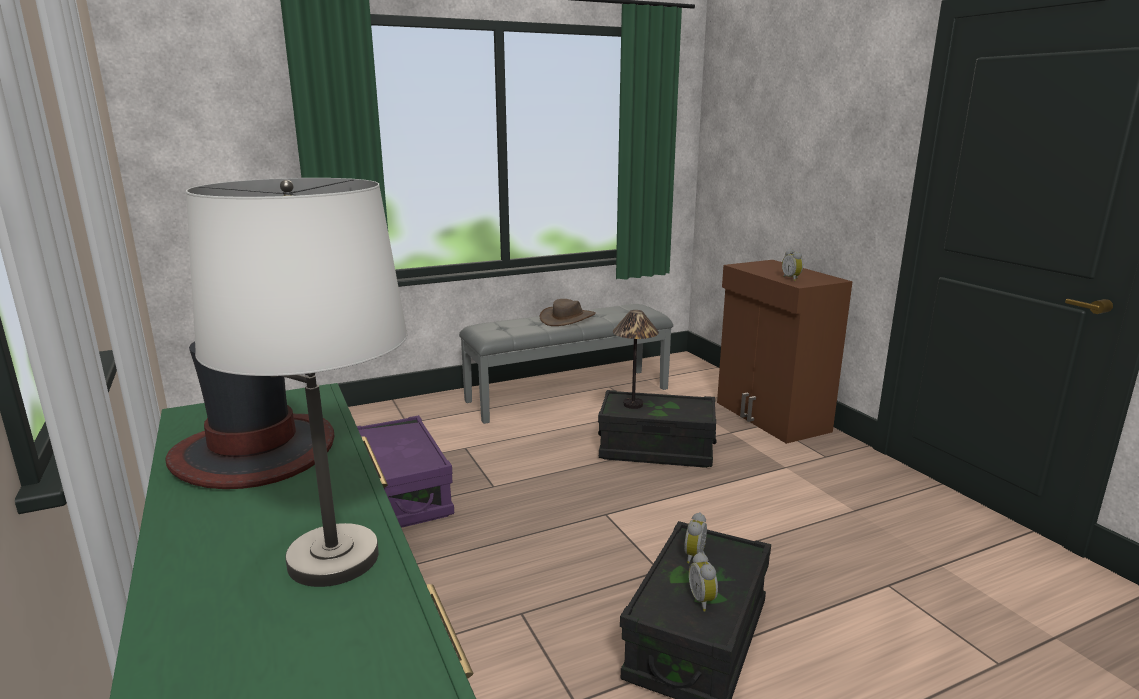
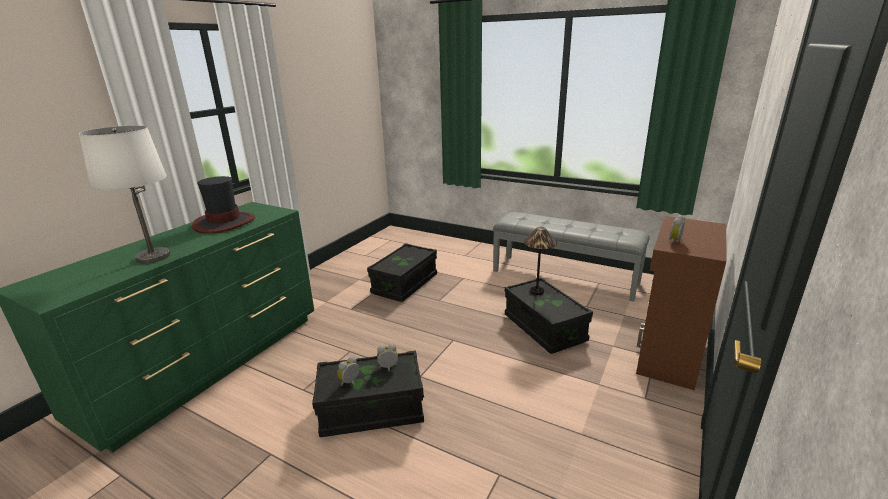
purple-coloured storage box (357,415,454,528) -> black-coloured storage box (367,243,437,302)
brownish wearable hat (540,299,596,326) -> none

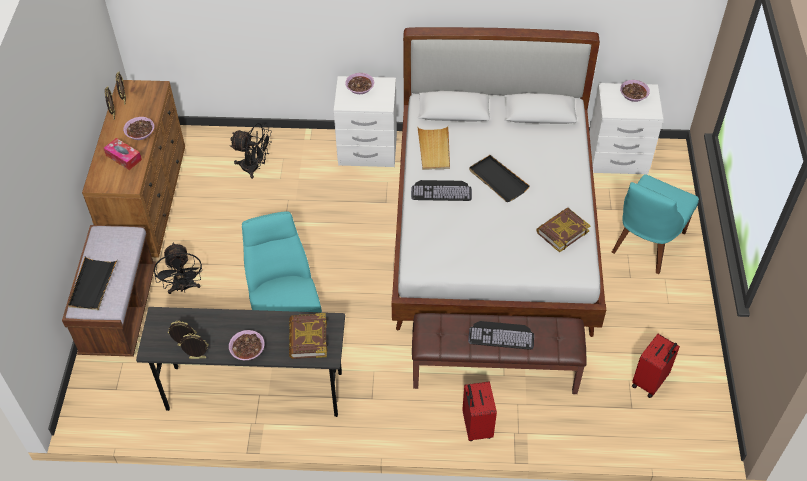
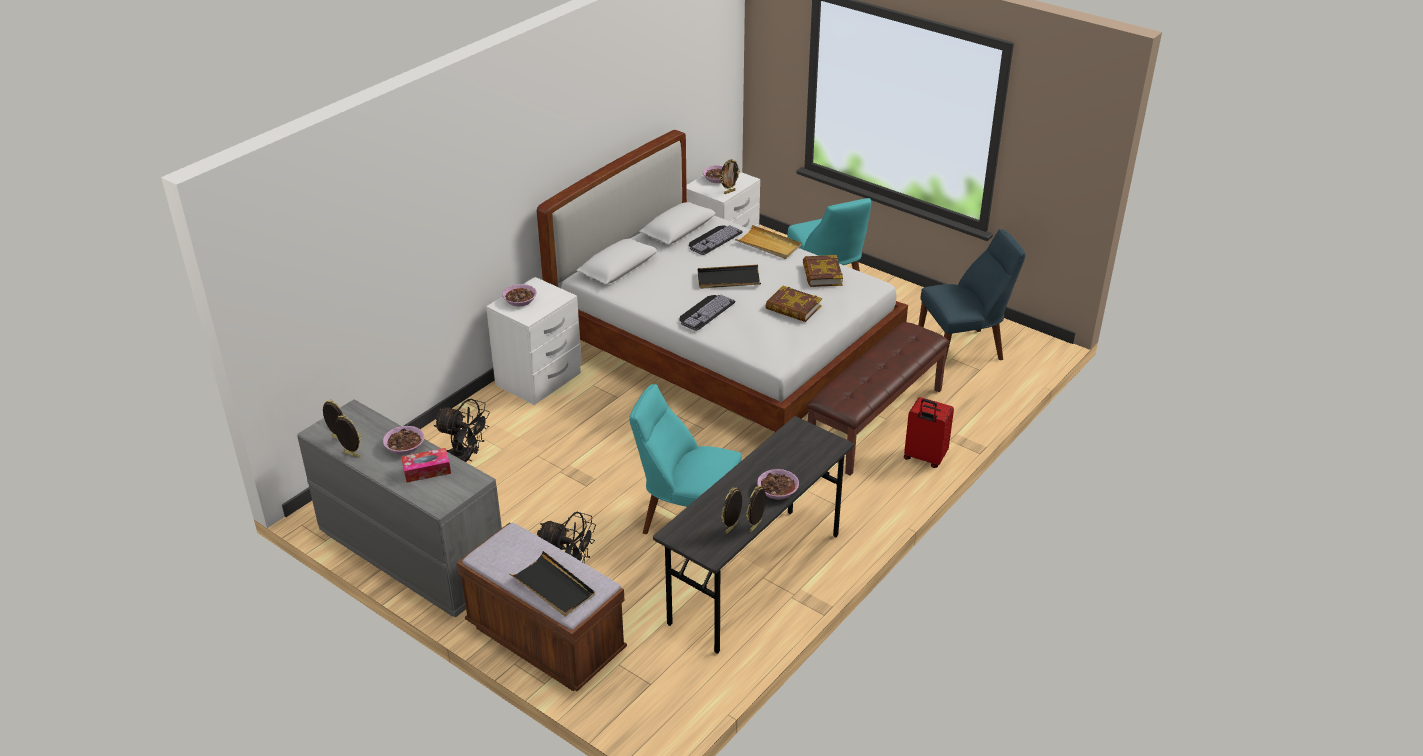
brownish dresser (82,80,185,258) -> gray dresser (297,399,502,618)
black-coloured cooling fan (230,123,272,179) -> black-coloured cooling fan (434,399,490,462), 60 degrees clockwise
computer keyboard (468,321,534,350) -> computer keyboard (689,225,743,255), relocated
none -> picture frame (720,159,740,194)
beige carrying tray (417,126,450,170) -> beige carrying tray (735,225,801,259), relocated
volume (289,313,327,359) -> volume (766,286,822,322), relocated
reddish travel case (632,334,680,398) -> bluish plain chair (918,229,1026,362)

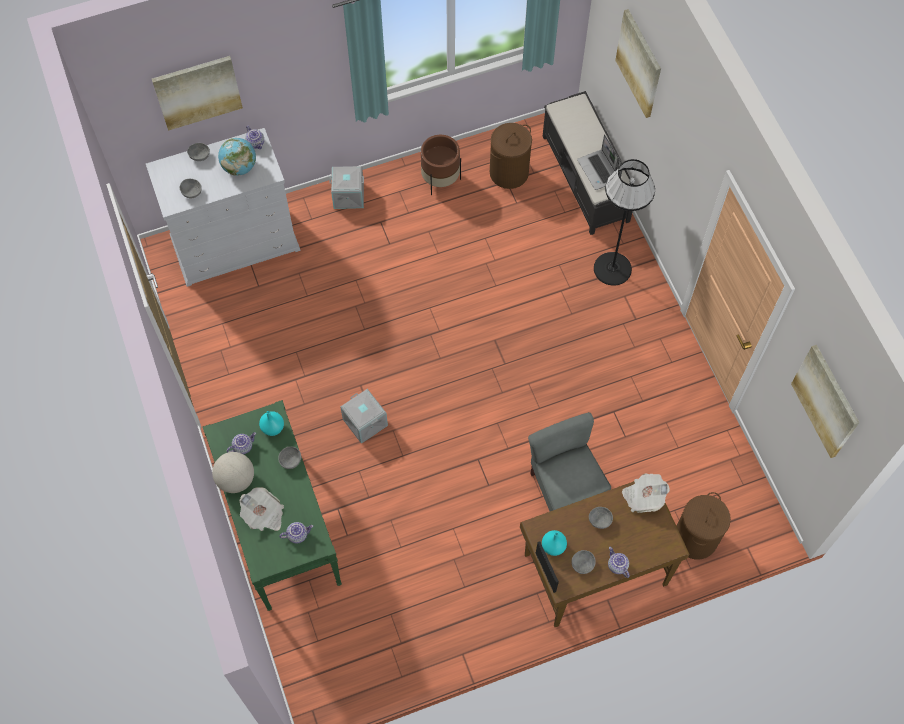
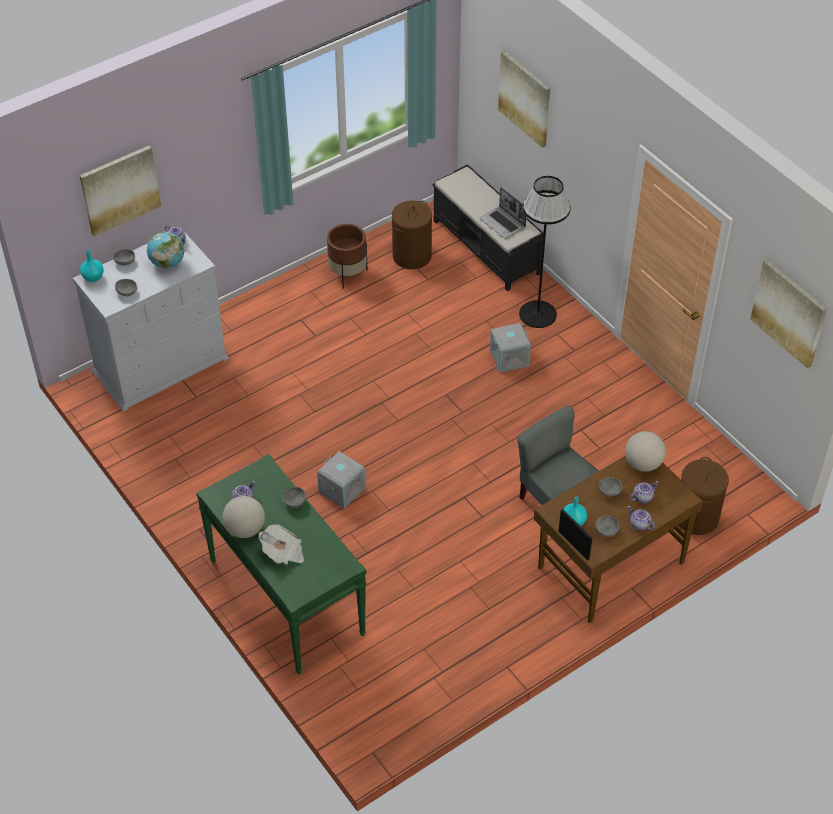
blue-green vase (259,411,284,436) -> blue-green vase (80,250,104,282), relocated
gray storage box (329,166,364,209) -> gray storage box (490,323,531,372), relocated
daily paper (622,474,670,513) -> world globe (625,431,666,472)
pot for tea (279,522,313,543) -> pot for tea (630,481,659,503), relocated

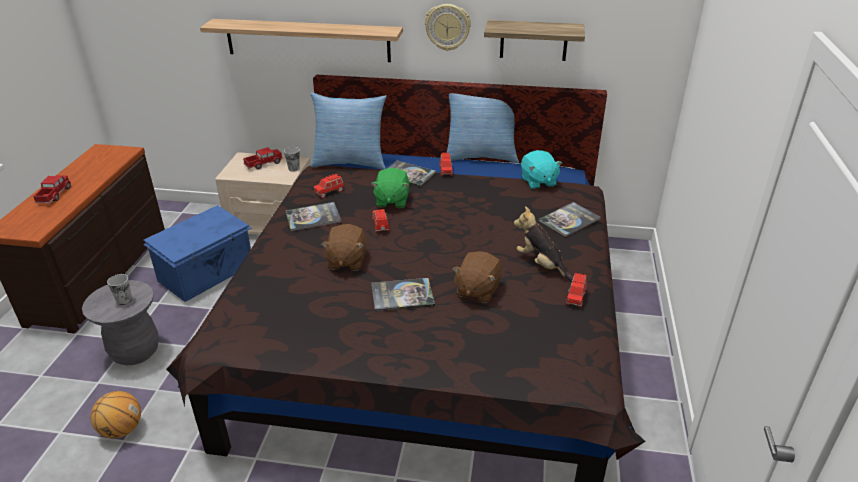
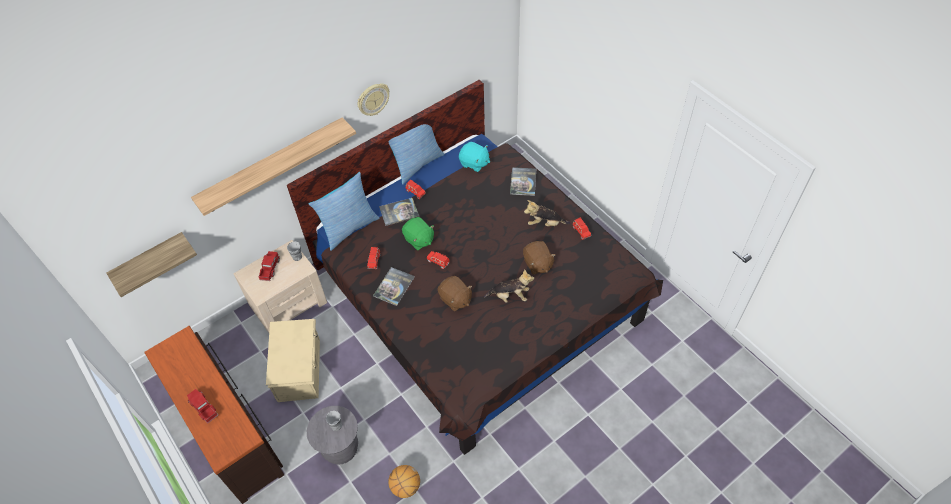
bracket shelf (484,20,585,61) -> bracket shelf (106,232,197,297), relocated
bluish storage box (143,205,252,302) -> beige storage box (266,319,320,402)
volume (371,278,435,312) -> soft toy (484,269,534,303)

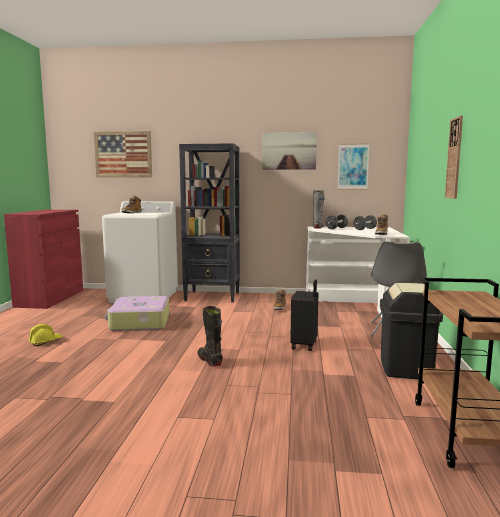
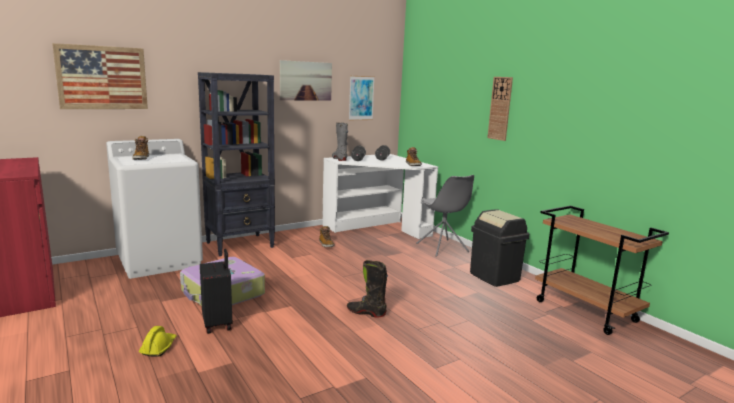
black-coloured travel case (290,280,318,351) -> black-coloured travel case (200,249,232,334), relocated

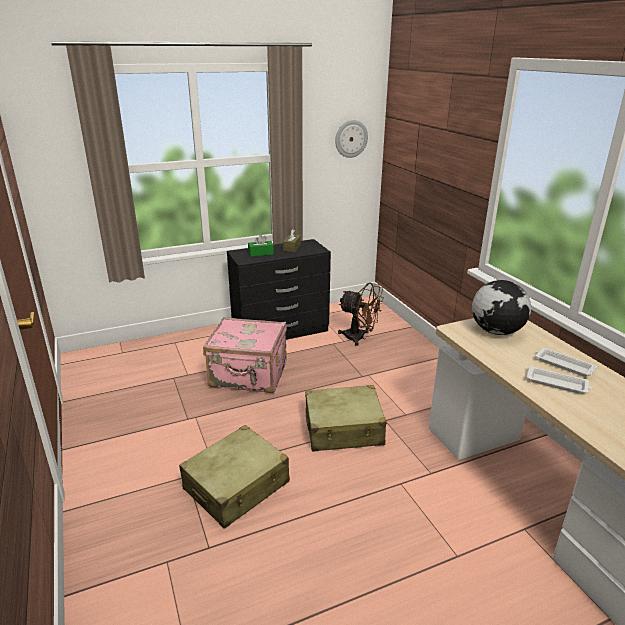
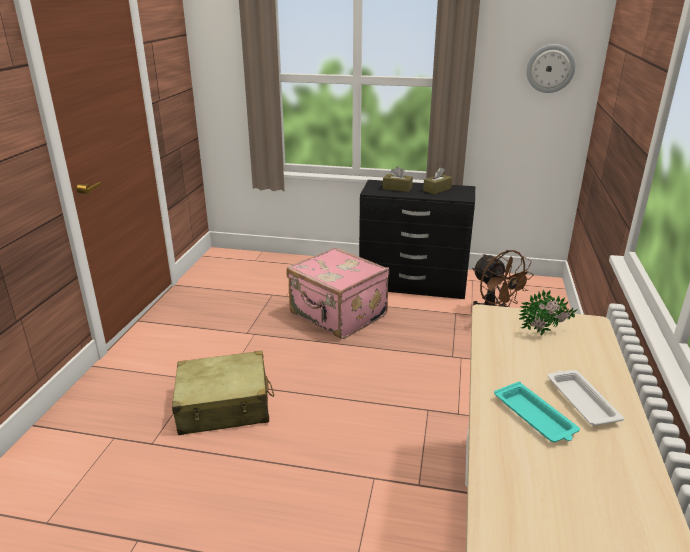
green tissue holder (248,234,274,257) -> brownish tissue holder (383,166,413,192)
white-coloured carrying tray (526,366,592,394) -> blue-green carrying tray (494,381,580,442)
world globe (472,280,531,335) -> potted plant (519,289,577,335)
beige travel case (305,385,387,452) -> none

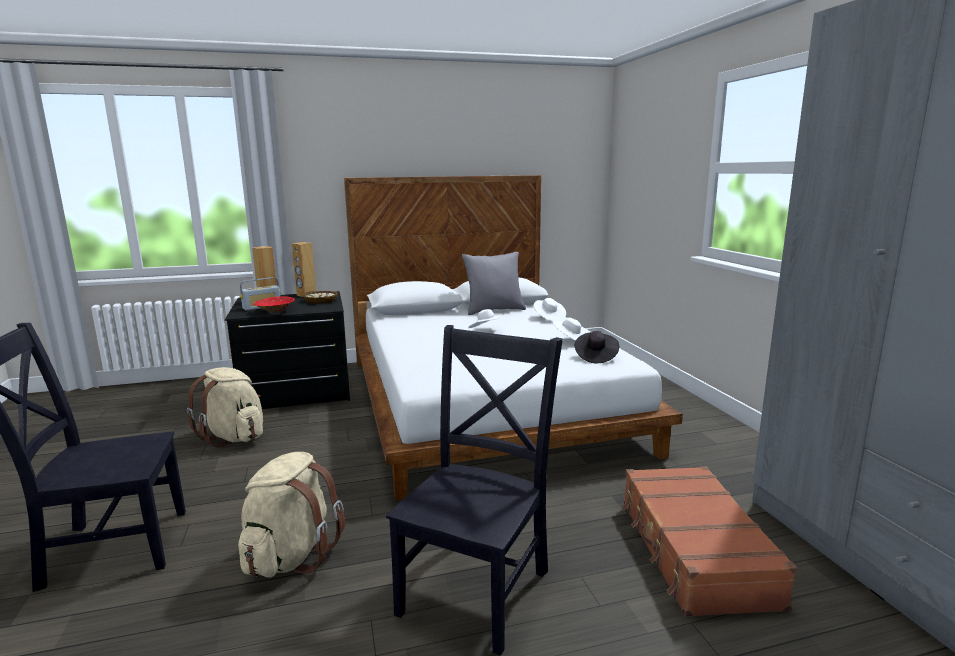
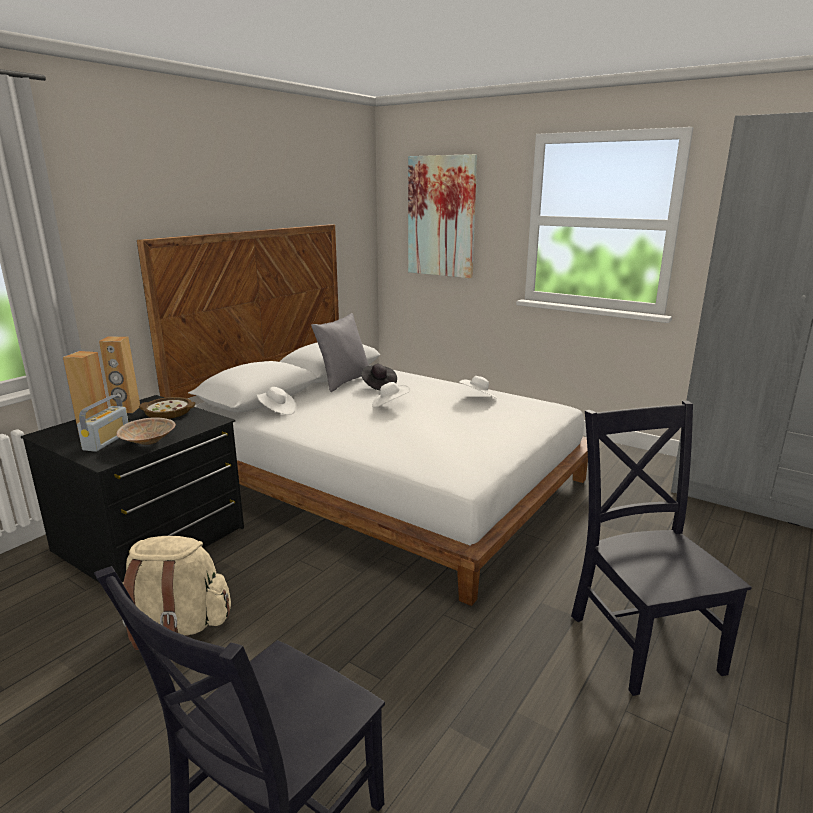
reddish serving bowl (254,297,295,313) -> beige serving bowl (116,418,176,445)
white-coloured wearable hat (534,298,566,322) -> white-coloured wearable hat (257,387,296,415), relocated
black-coloured wearable hat (575,331,619,363) -> black-coloured wearable hat (361,364,397,390), relocated
none -> wall art (408,154,477,278)
beige rucksack (238,452,345,578) -> none
brownish travel case (622,466,797,617) -> none

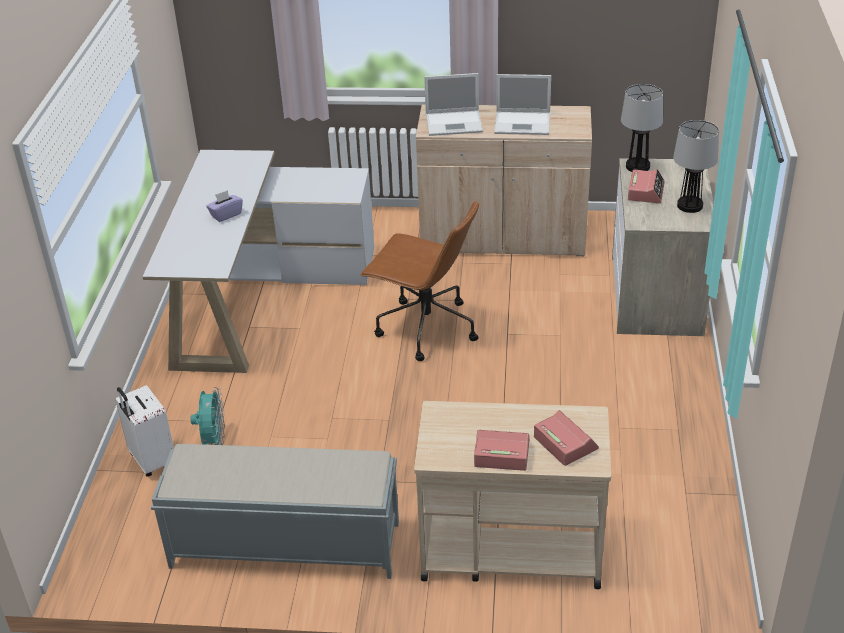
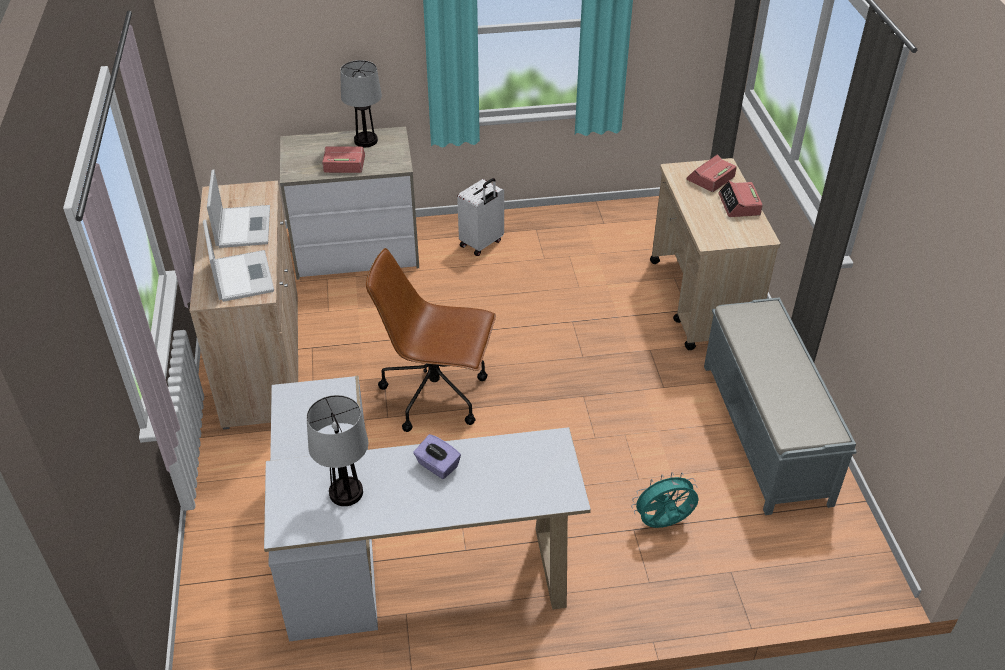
table lamp (621,84,663,172) -> table lamp (306,395,368,506), relocated
brownish desk chair (360,200,479,361) -> brownish desk chair (366,248,496,432), 90 degrees counterclockwise
white-coloured travel case (115,385,174,477) -> white-coloured travel case (457,178,504,256), relocated

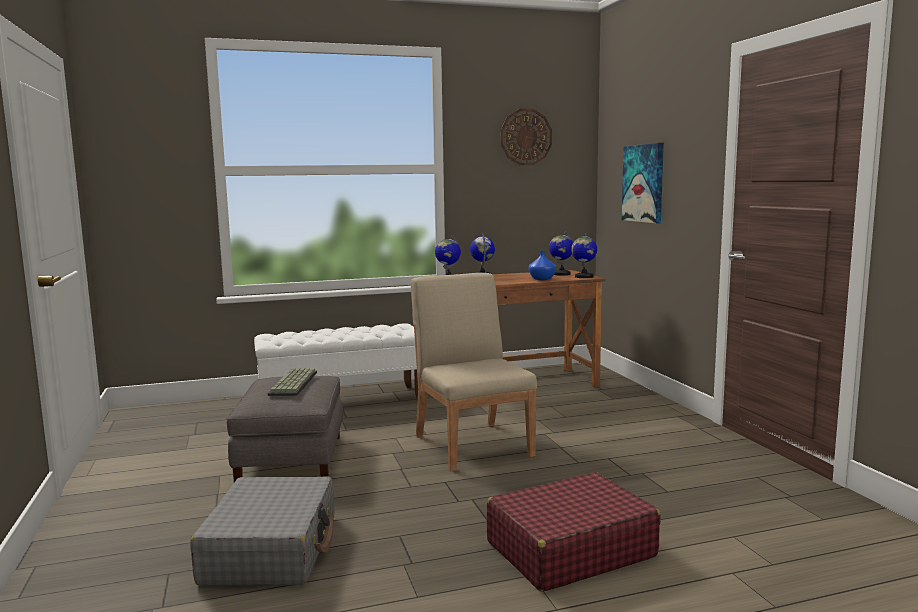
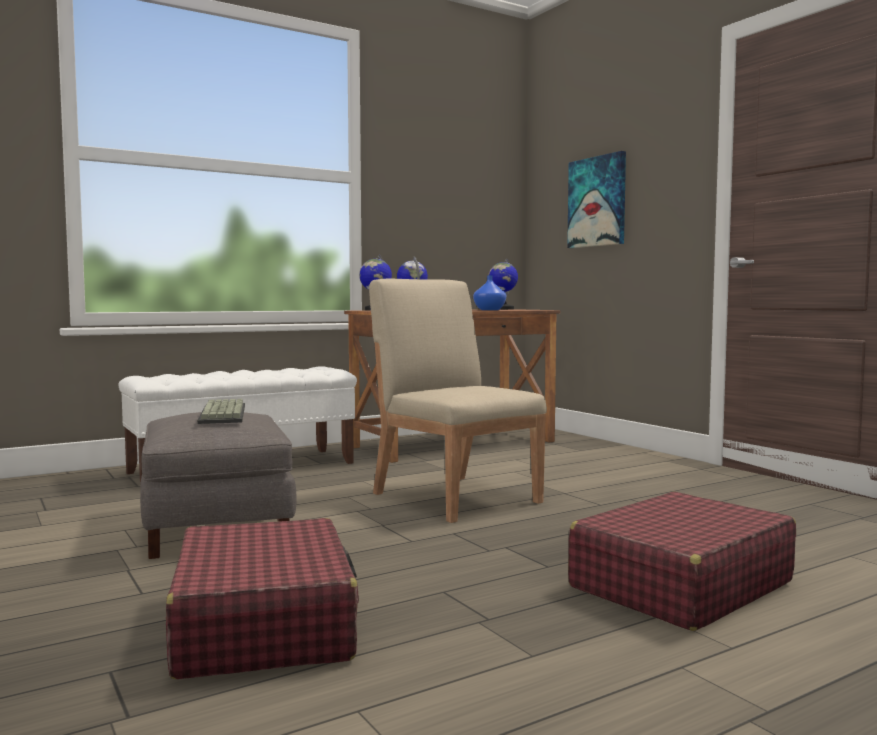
gray travel case (190,476,334,585) -> reddish travel case (166,518,359,679)
hanging clock (501,109,552,165) -> none
world globe (571,233,597,278) -> none

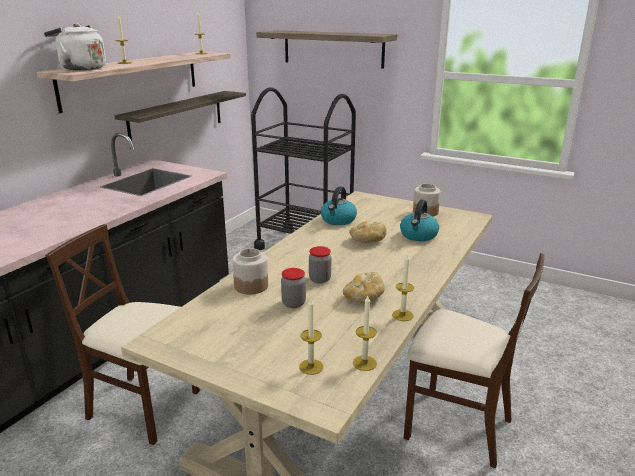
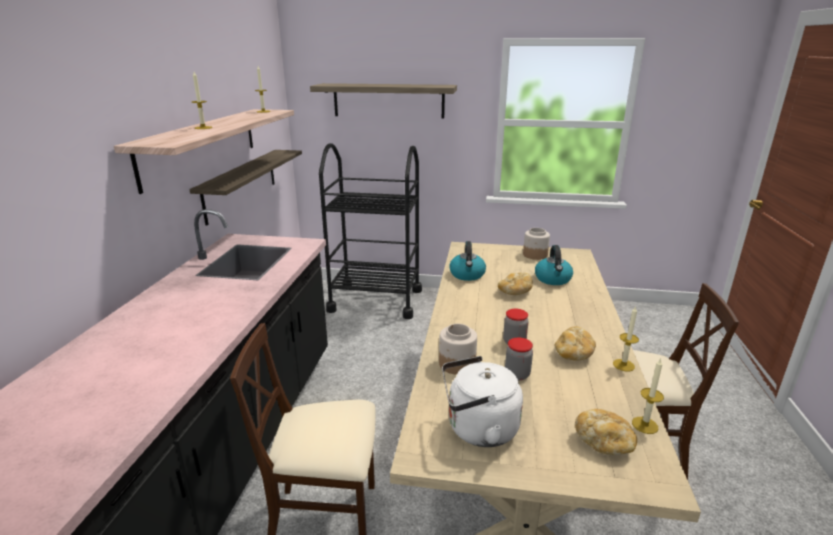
white-coloured kettle (44,23,106,70) -> white-coloured kettle (442,356,523,447), relocated
candle (299,299,323,375) -> bread (575,409,637,455)

